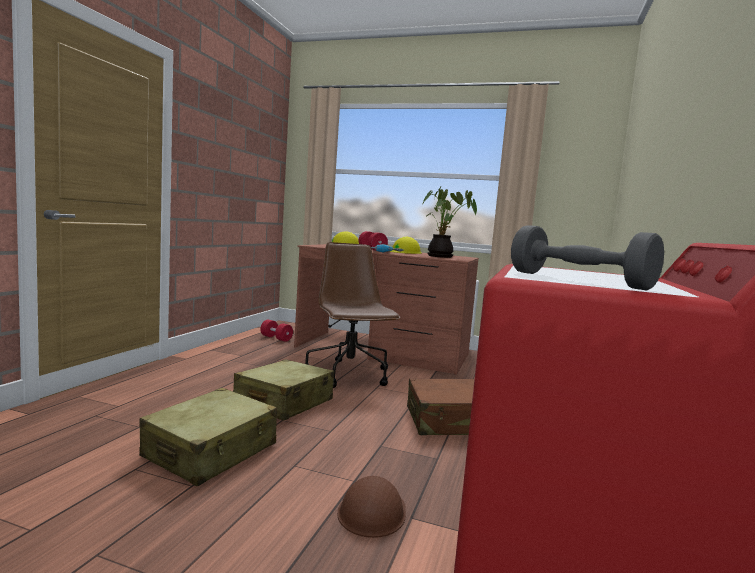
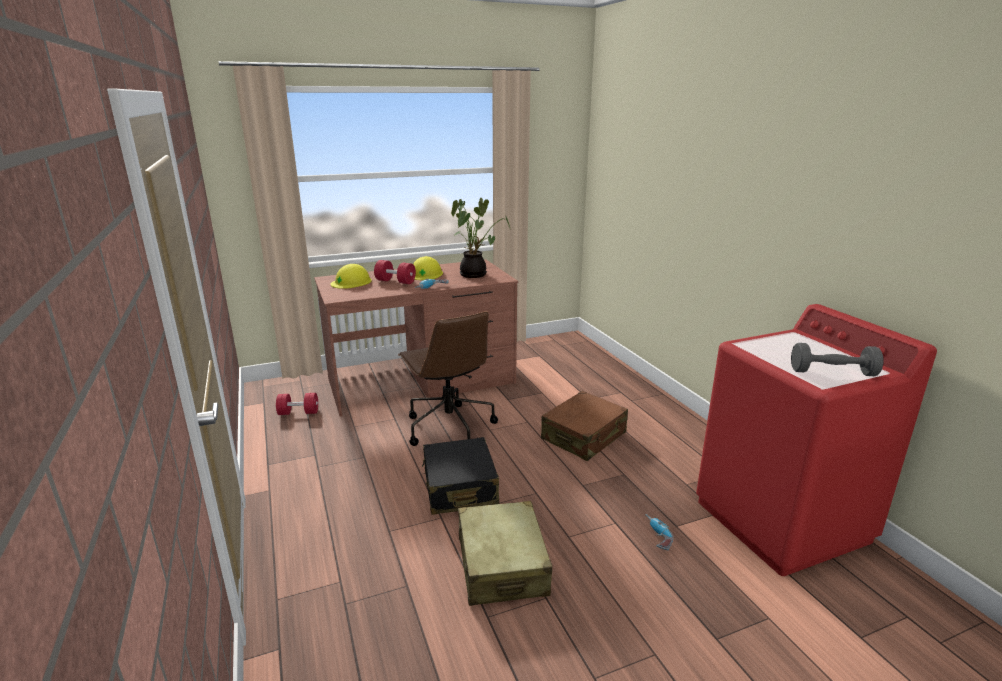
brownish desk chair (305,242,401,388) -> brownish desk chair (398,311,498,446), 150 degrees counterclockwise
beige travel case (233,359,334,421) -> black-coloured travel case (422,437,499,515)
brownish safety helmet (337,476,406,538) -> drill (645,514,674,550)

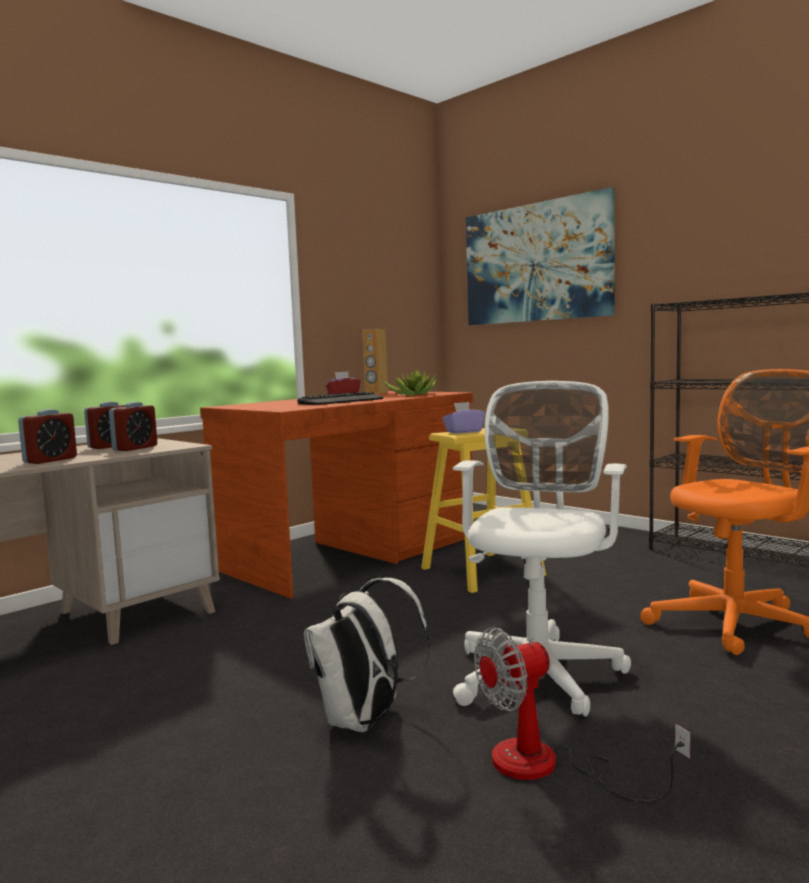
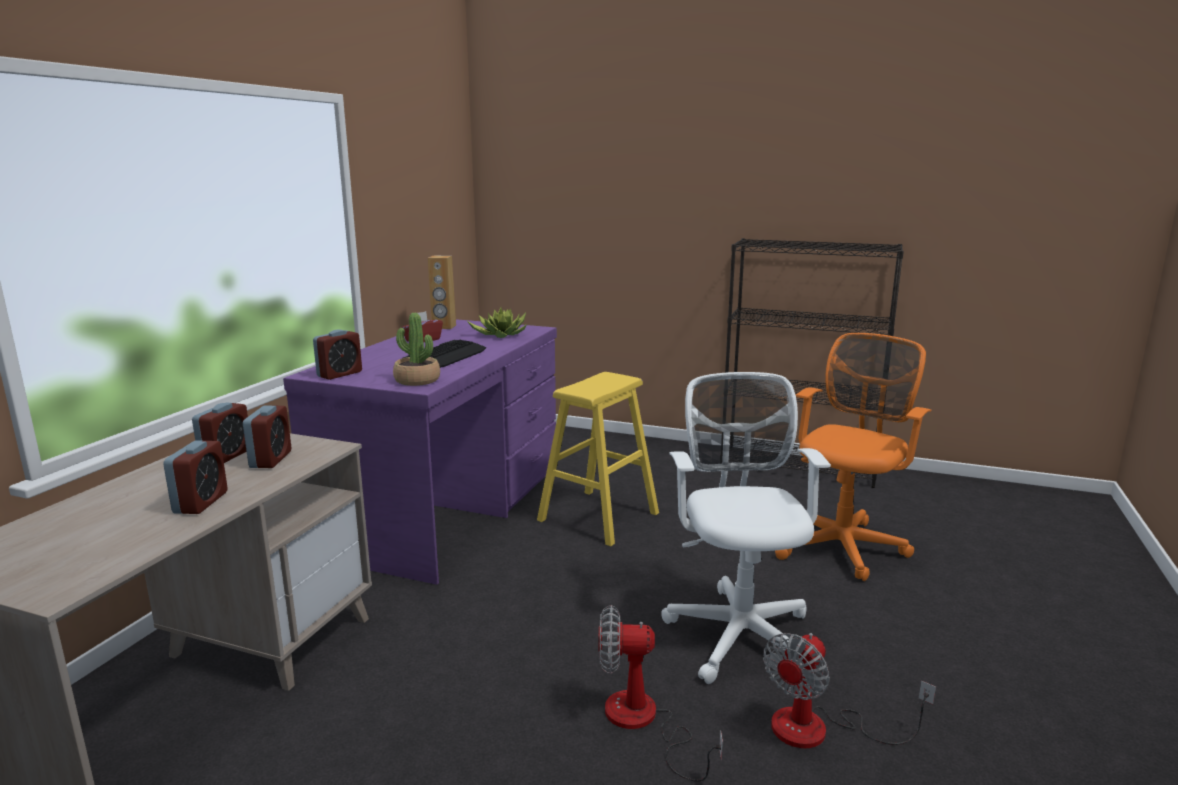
brownish desk (200,391,473,599) -> purple-coloured desk (283,319,557,585)
none -> bedside clock (313,330,362,380)
none -> potted plant (393,313,440,386)
white-coloured rucksack (304,578,430,732) -> cooling fan (598,605,723,781)
purple-coloured tissue holder (442,402,485,434) -> none
wall art (466,187,614,325) -> none

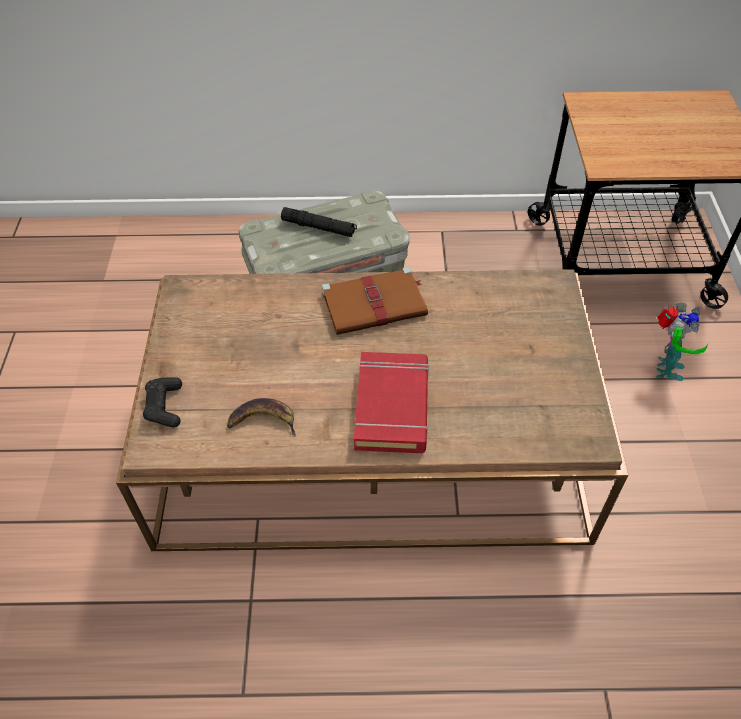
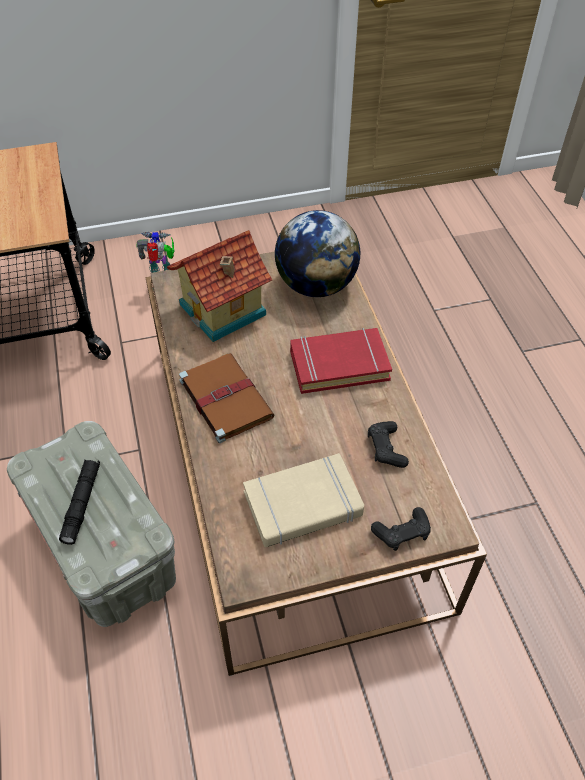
none -> miniature house (167,230,273,342)
none -> beige volume (243,453,364,547)
none -> world globe (275,210,360,297)
banana fruit (227,398,296,437) -> black-coloured game controller (368,421,409,468)

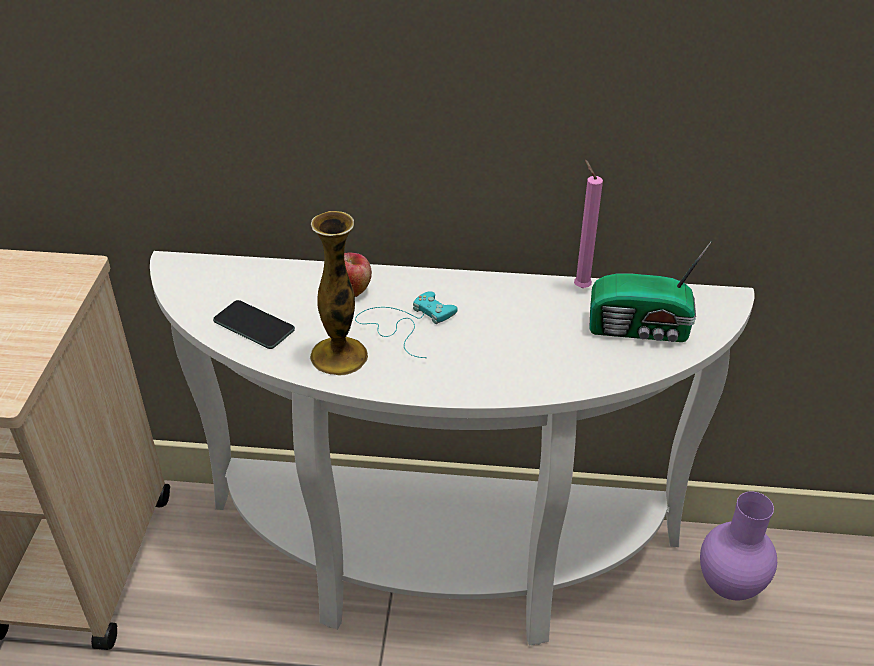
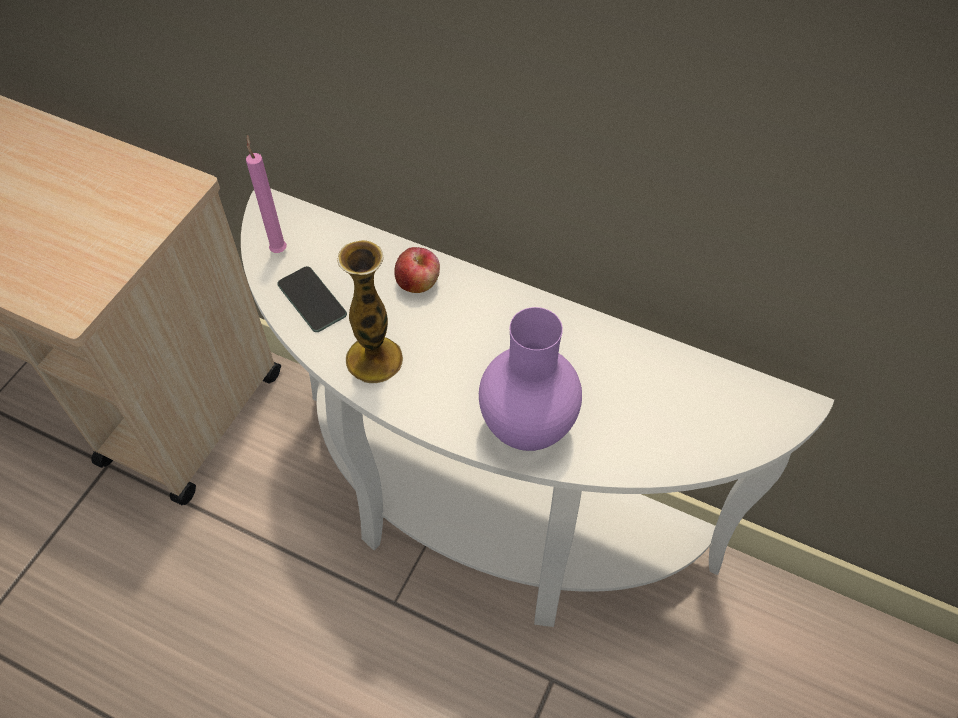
pink-coloured candle (574,160,603,288) -> pink-coloured candle (246,135,287,253), relocated
purple-coloured vase (700,491,777,600) -> purple-coloured vase (479,307,582,451), relocated
blue-green game controller (355,291,458,358) -> none
radio (589,241,712,342) -> none

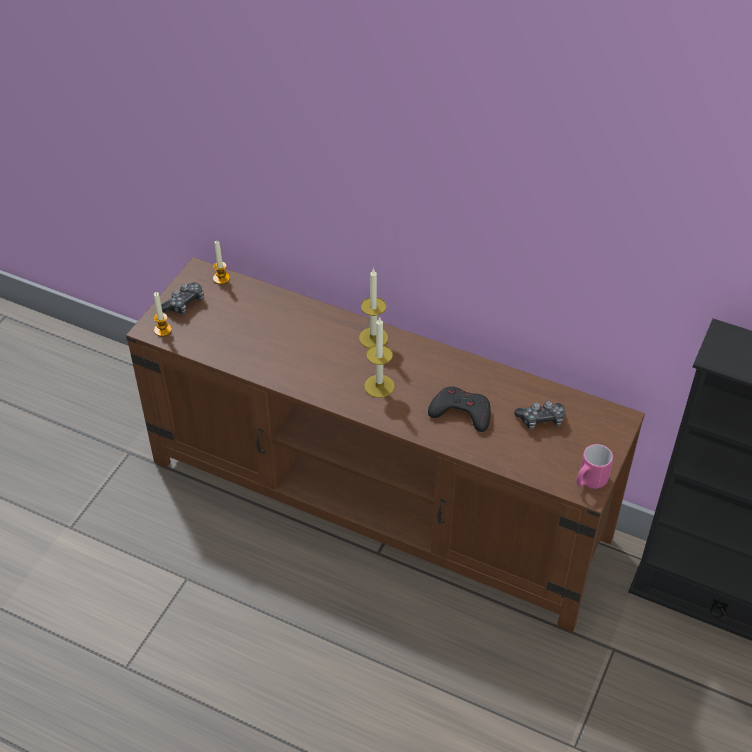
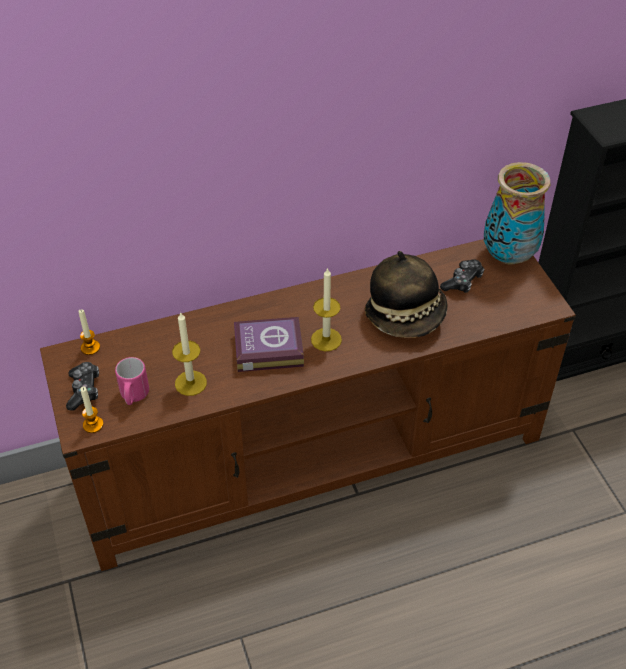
pink-coloured coffee mug (576,444,613,489) -> pink-coloured coffee mug (115,357,149,405), relocated
candle (359,268,388,348) -> candle (172,312,207,396), relocated
none -> volume (234,317,304,372)
black-coloured game controller (428,386,491,432) -> wearable hat (365,251,448,338)
none -> vase (484,162,551,265)

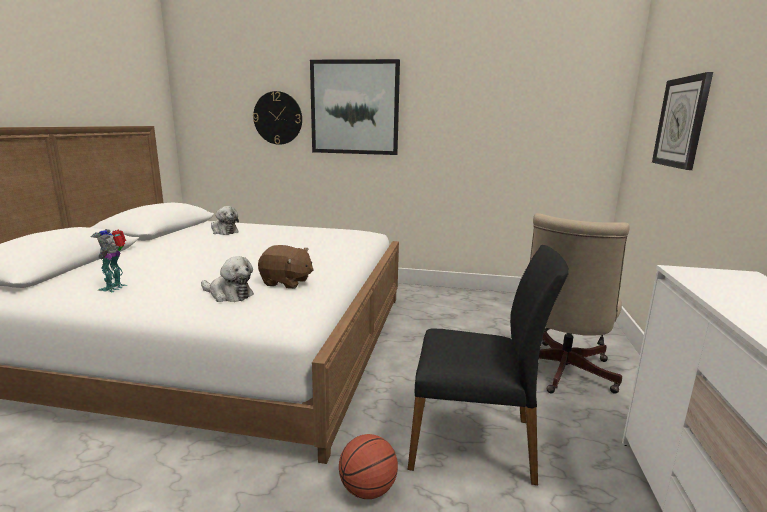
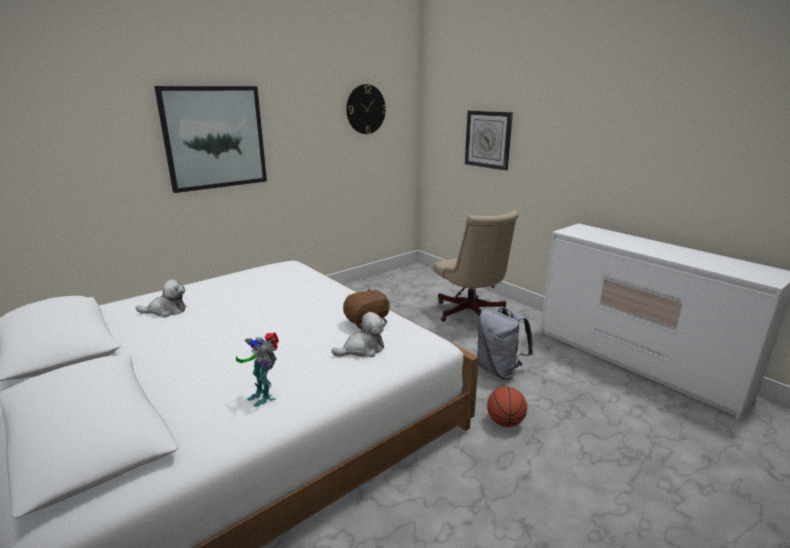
hanging clock (253,91,302,145) -> hanging clock (346,84,386,134), relocated
black-coloured plain chair (408,245,569,485) -> gray rucksack (477,307,533,380)

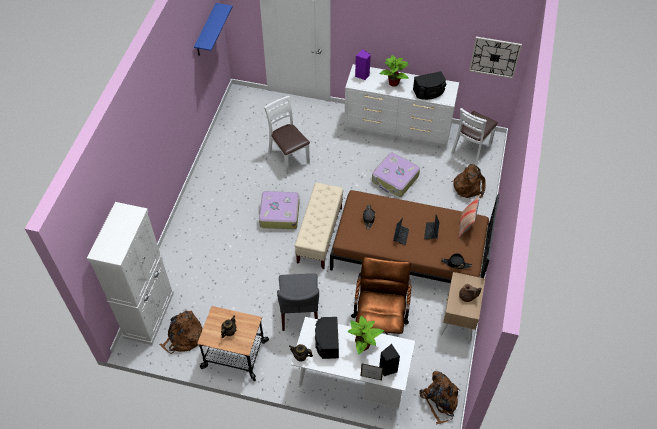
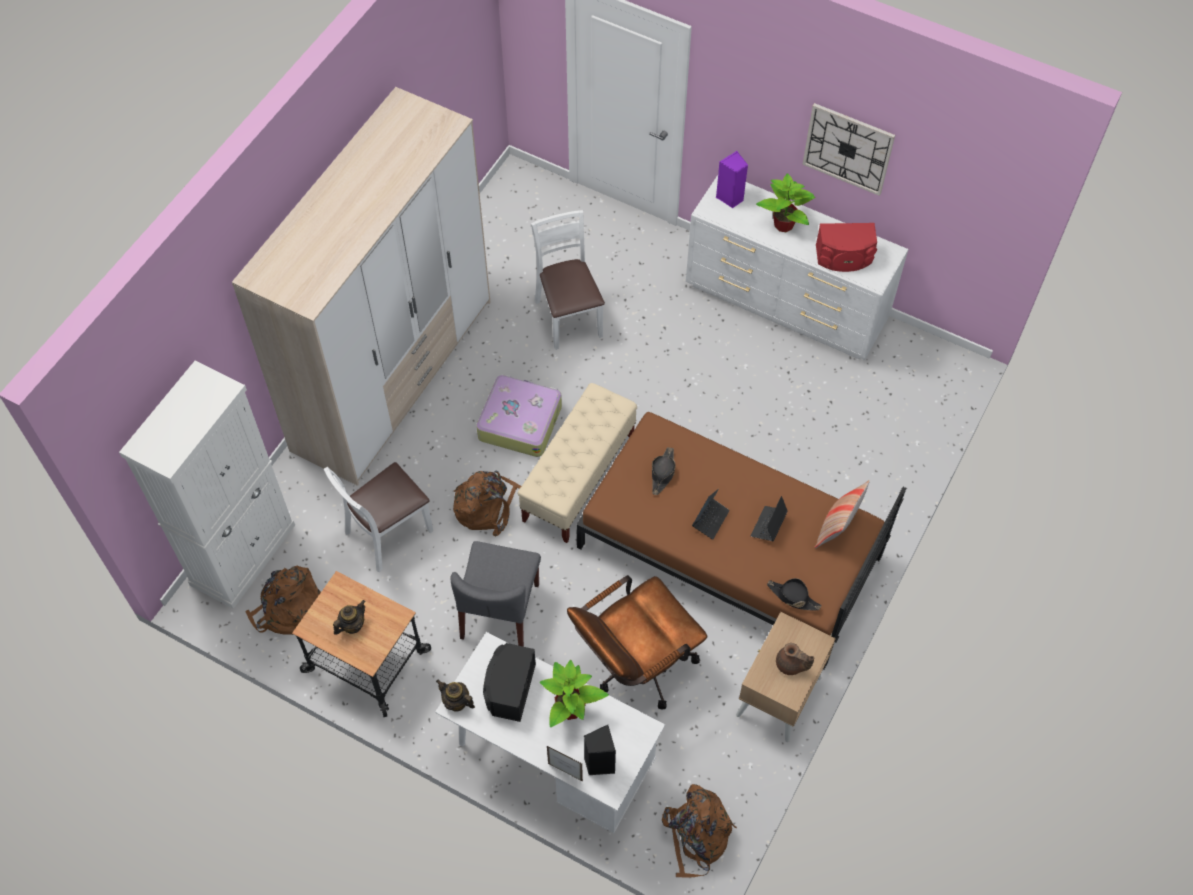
none -> wardrobe (232,87,491,486)
white-coloured plain chair (451,108,498,166) -> white-coloured plain chair (324,462,433,572), relocated
brownish rucksack (451,164,486,198) -> brownish rucksack (453,470,521,537), relocated
brownish desk chair (351,257,411,335) -> brownish desk chair (567,575,707,709), 150 degrees counterclockwise
hanging clock (469,37,522,79) -> hanging clock (802,103,895,196), relocated
black-coloured audio speaker (413,71,446,100) -> reddish audio speaker (816,223,877,272)
bluish bracket shelf (194,3,233,55) -> none
travel case (372,152,420,197) -> none

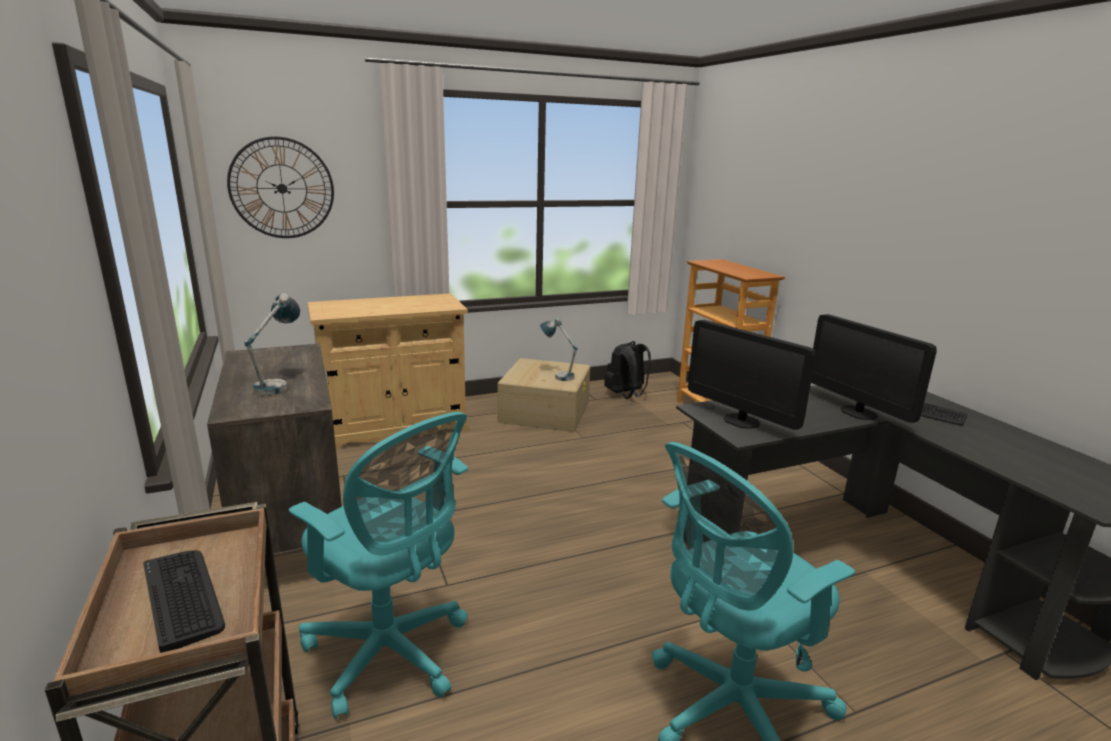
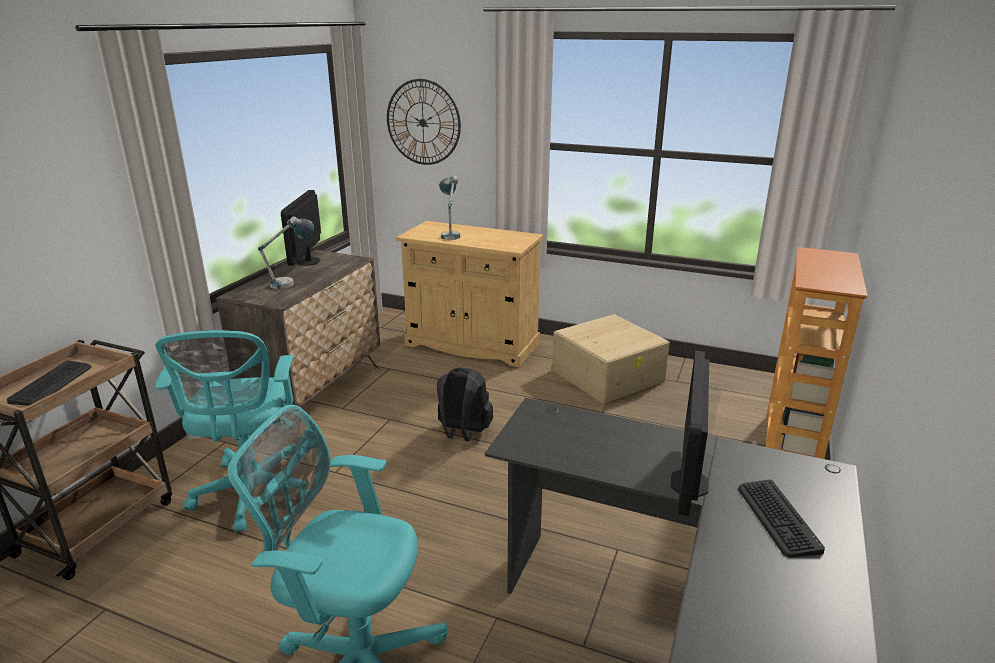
computer screen (688,320,816,430) -> computer screen (281,190,321,266), relocated
black-coloured rucksack (604,341,651,399) -> black-coloured rucksack (437,367,493,441), relocated
table lamp (540,318,577,381) -> table lamp (439,175,460,240), relocated

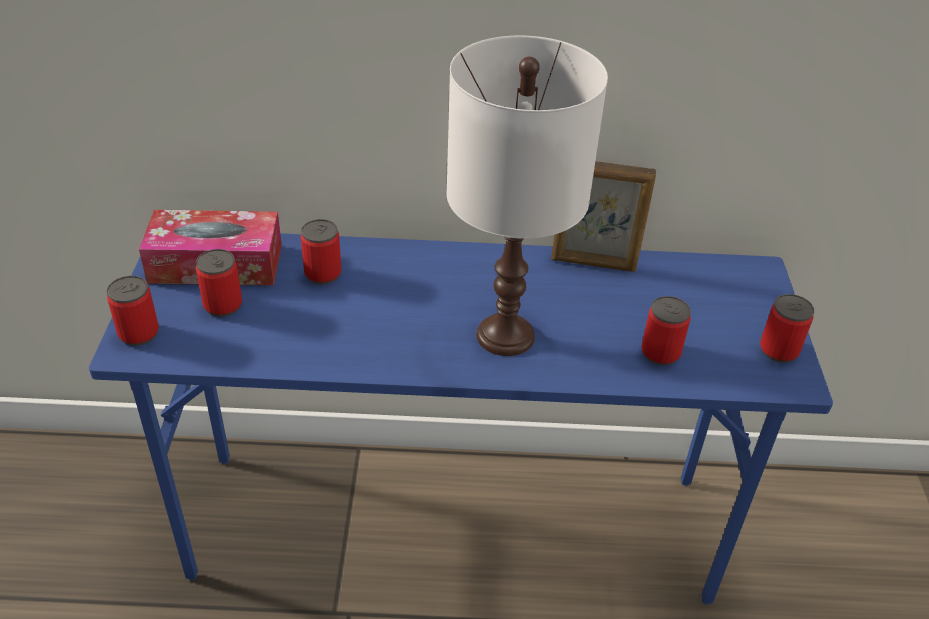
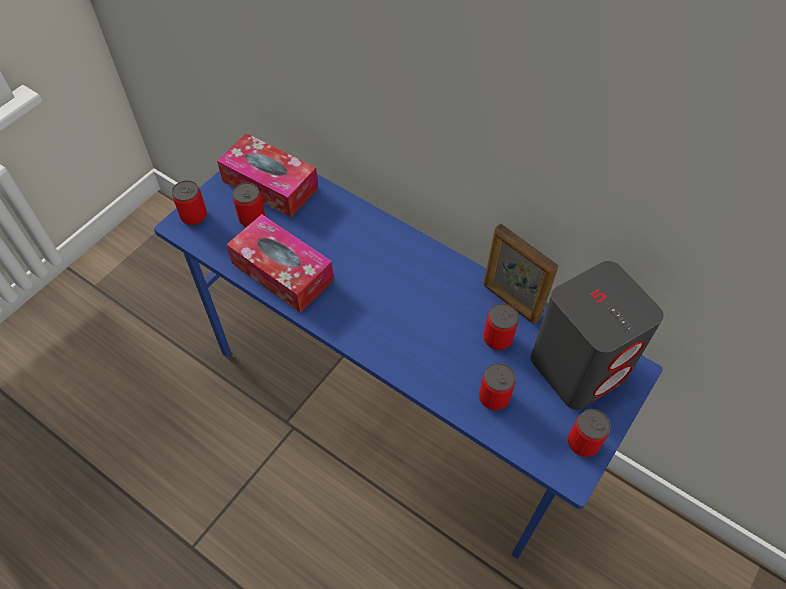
none -> tissue holder (226,214,334,313)
sealed can (301,219,341,285) -> sealed can (484,303,518,350), relocated
none -> gray audio speaker (531,261,664,410)
white-coloured table lamp (446,35,608,356) -> none

